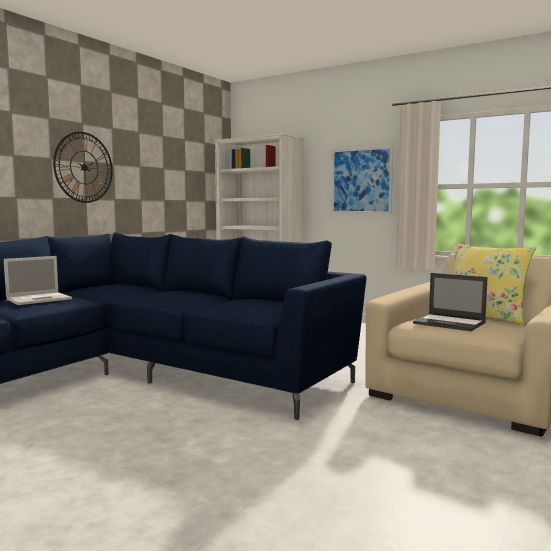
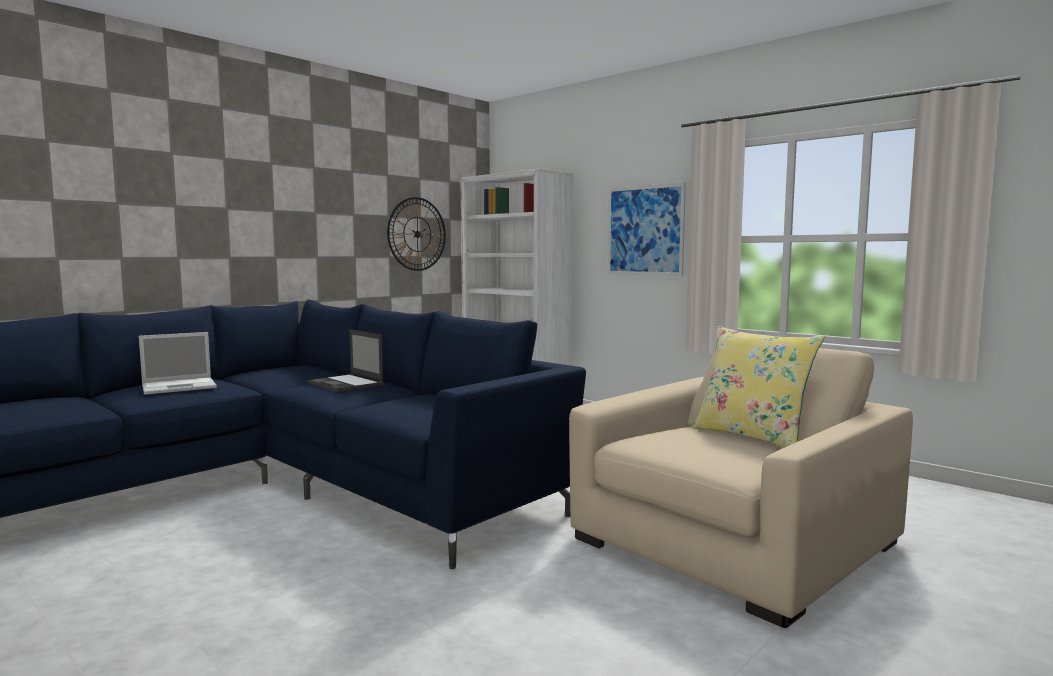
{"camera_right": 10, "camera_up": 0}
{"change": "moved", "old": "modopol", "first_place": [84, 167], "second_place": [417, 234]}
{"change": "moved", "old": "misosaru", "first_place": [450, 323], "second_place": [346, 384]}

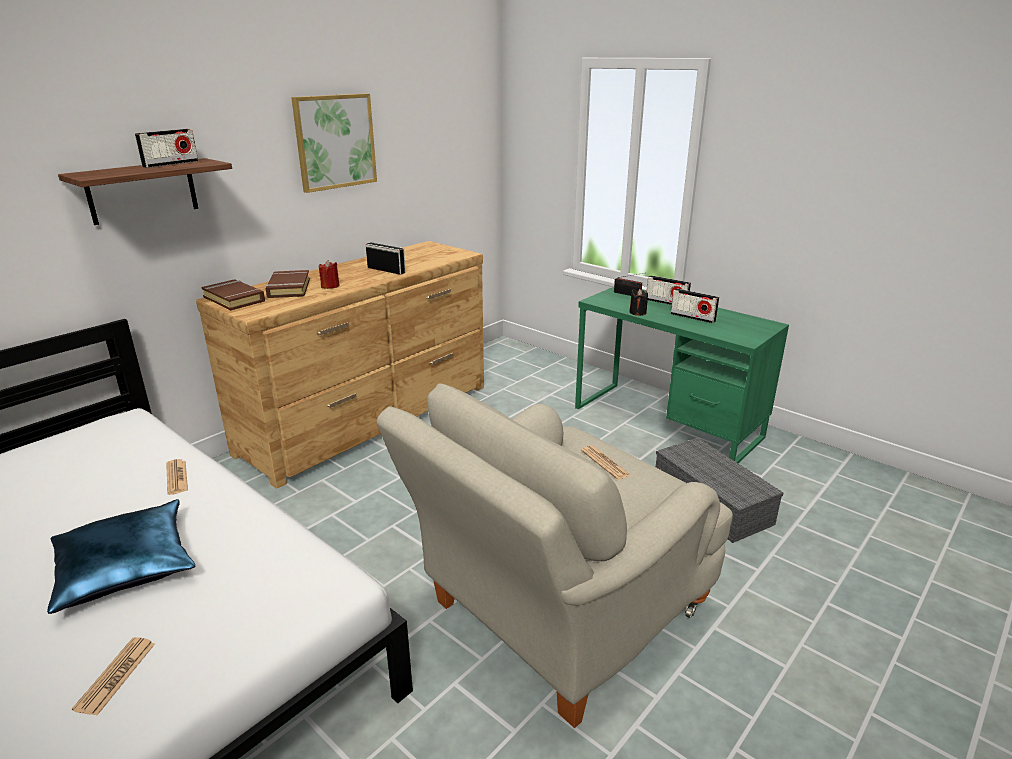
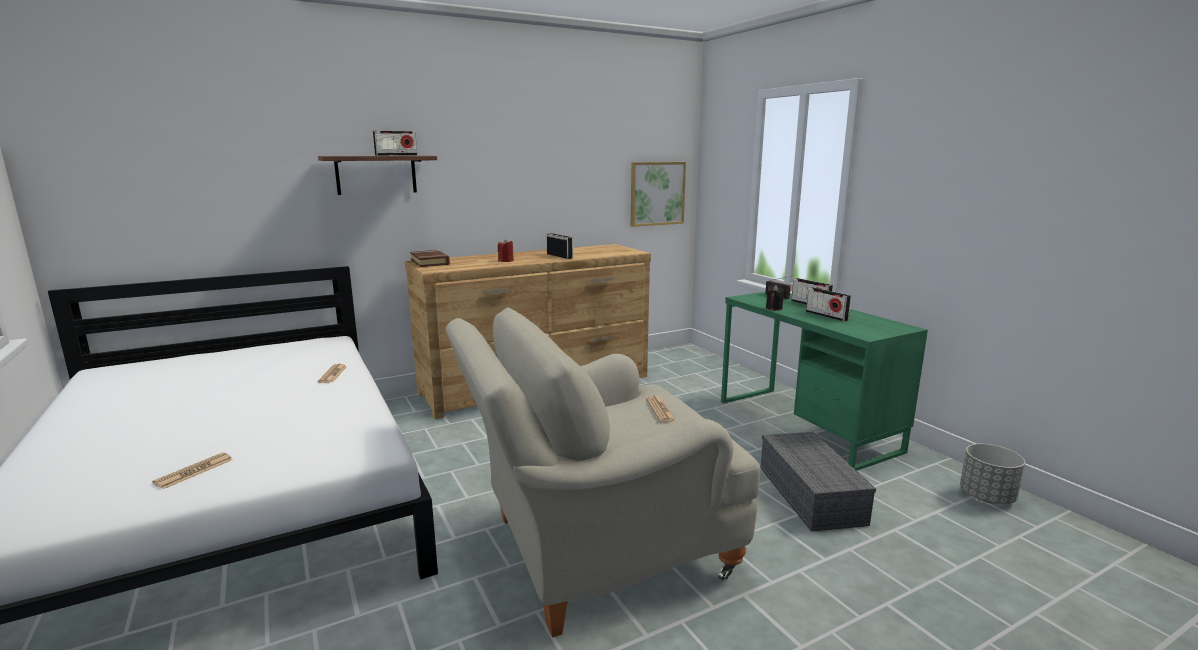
{"camera_right": 20, "camera_up": -10}
{"change": "removed", "old": "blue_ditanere", "first_place": [125, 566]}
{"change": "removed", "old": "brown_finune", "first_place": [288, 288]}
{"change": "added", "new": "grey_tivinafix", "second_place": [987, 497]}
{"change": "moved", "old": "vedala", "first_place": [335, 142], "second_place": [657, 193]}

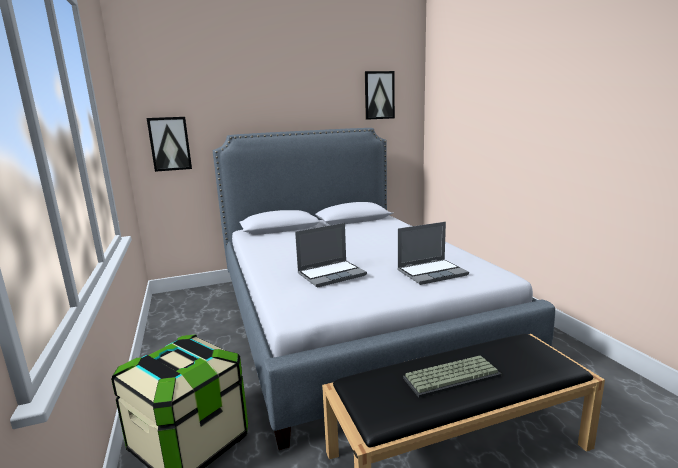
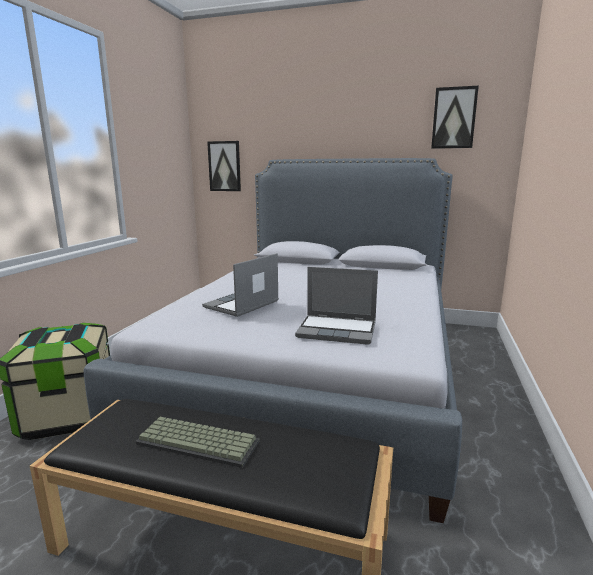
{"camera_right": 35, "camera_up": 0}
{"change": "turned", "old": "misosaru", "first_place": [332, 274], "second_place": [242, 305], "degrees": 120}

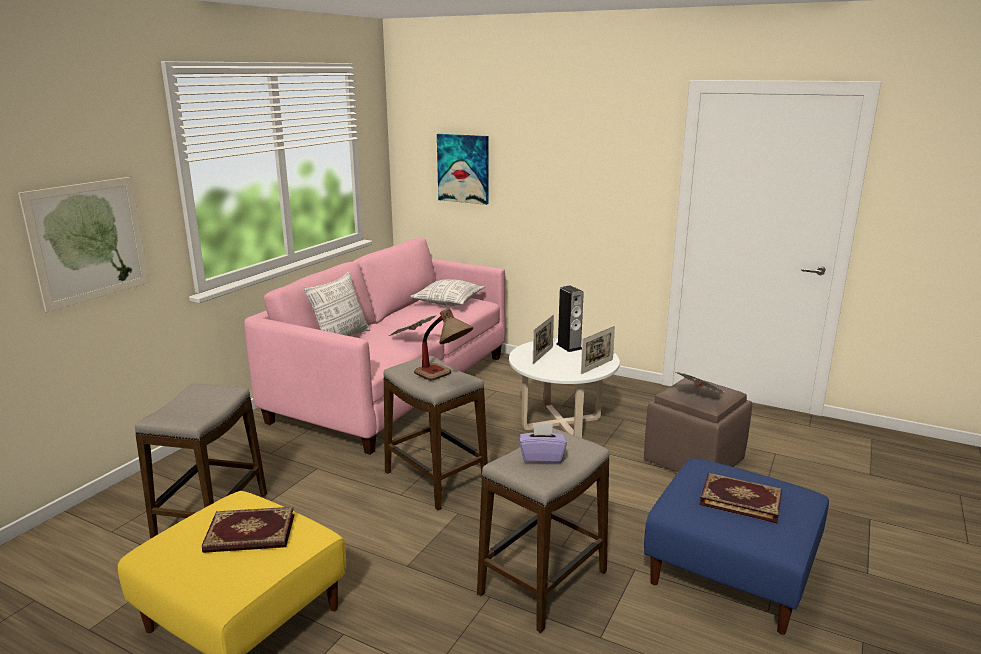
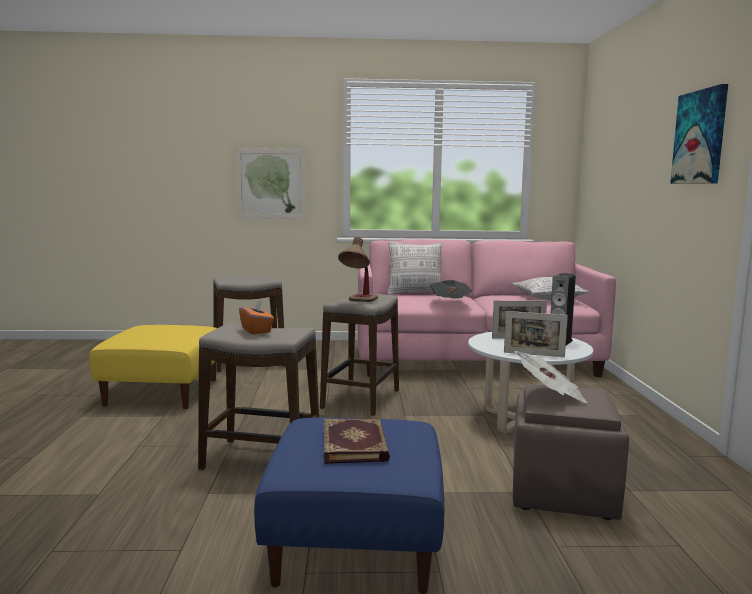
{"camera_right": 60, "camera_up": -10}
{"change": "removed", "old": "finune", "first_place": [250, 534]}
{"change": "moved", "old": "vedala", "first_place": [463, 168], "second_place": [700, 137]}
{"change": "recoloured", "old": "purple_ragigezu", "new": "orange_ragigezu", "first_place": [542, 457], "second_place": [256, 330]}

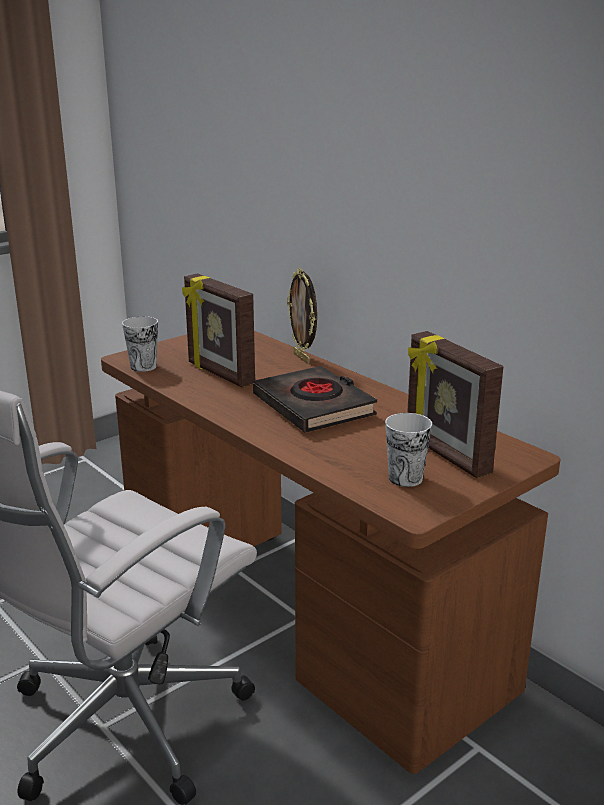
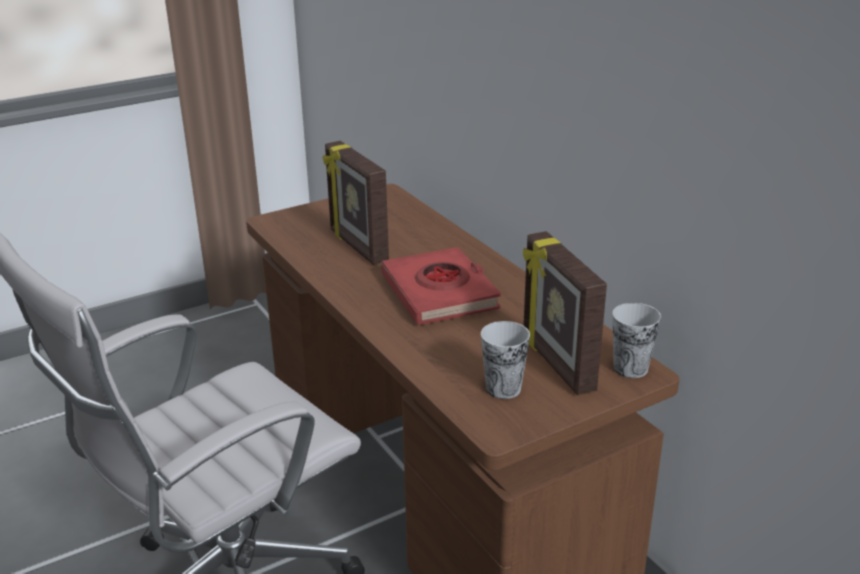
{"camera_right": 10, "camera_up": 5}
{"change": "removed", "old": "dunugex", "first_place": [302, 358]}
{"change": "moved", "old": "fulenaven", "first_place": [143, 366], "second_place": [630, 368]}
{"change": "recoloured", "old": "black_finune", "new": "red_finune", "first_place": [314, 406], "second_place": [440, 293]}

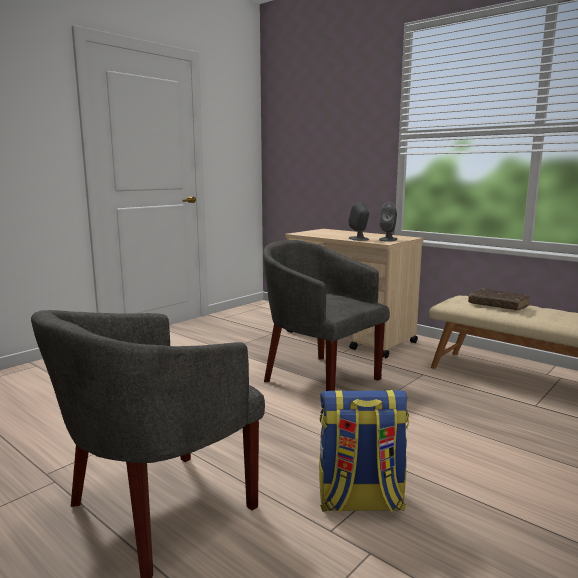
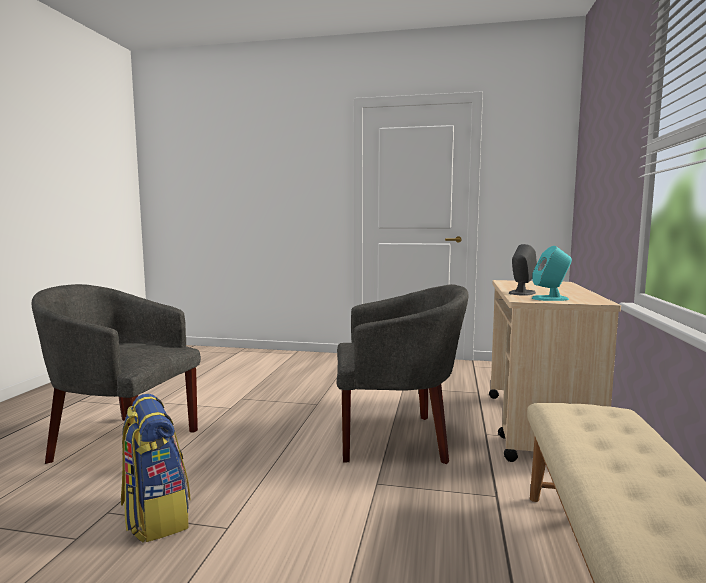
{"camera_right": 60, "camera_up": -5}
{"change": "removed", "old": "brown_finune", "first_place": [498, 305]}
{"change": "recoloured", "old": "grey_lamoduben", "new": "turquoise_lamoduben", "first_place": [388, 239], "second_place": [550, 298]}
{"change": "turned", "old": "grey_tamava", "first_place": [319, 377], "second_place": [396, 439], "degrees": 75}

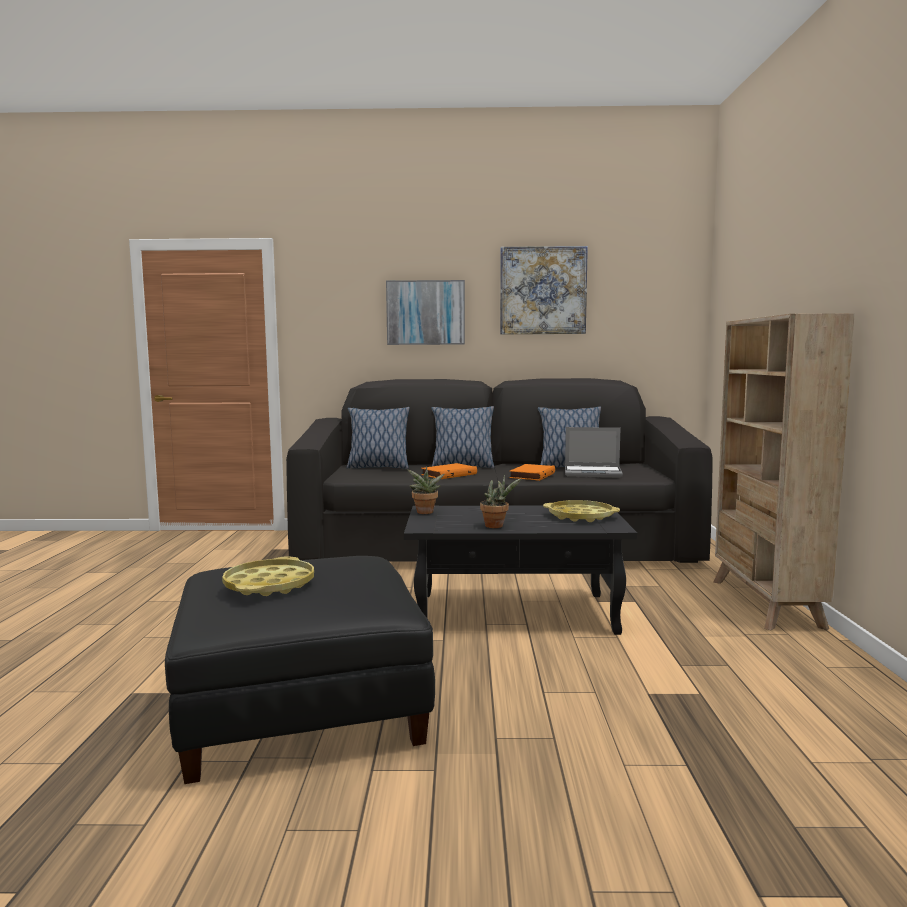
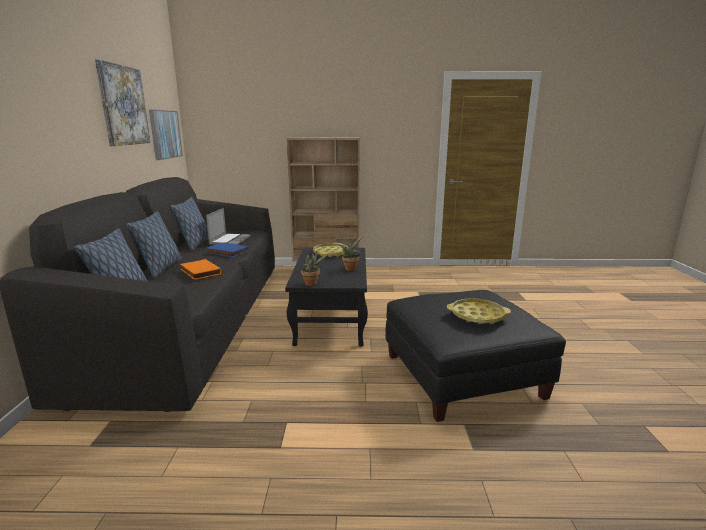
{"camera_right": -90, "camera_up": 10}
{"change": "moved", "old": "vedala", "first_place": [425, 312], "second_place": [165, 134]}
{"change": "recoloured", "old": "orange_finune", "new": "blue_finune", "first_place": [531, 475], "second_place": [226, 252]}

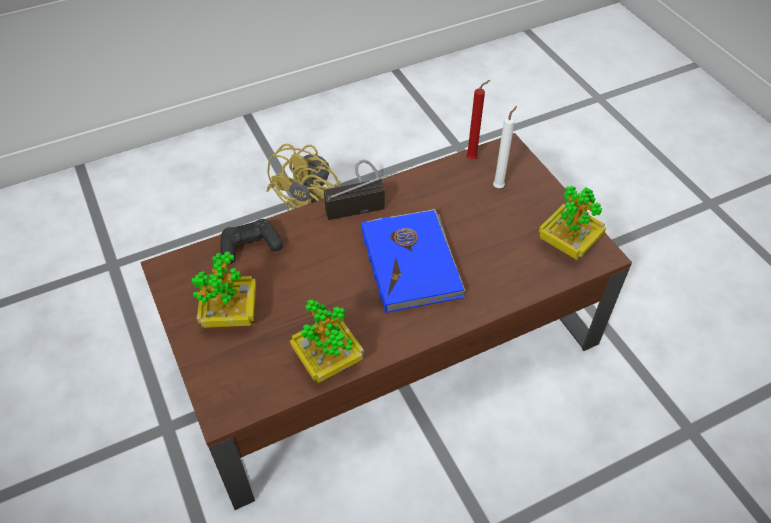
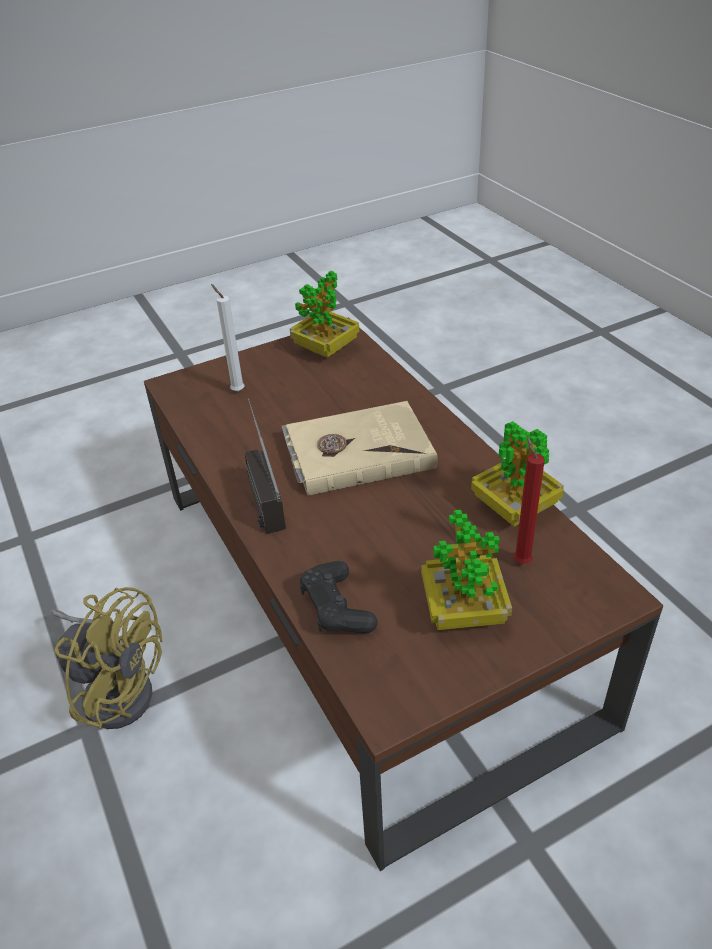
{"camera_right": -90, "camera_up": -10}
{"change": "moved", "old": "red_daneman", "first_place": [473, 158], "second_place": [520, 560]}
{"change": "recoloured", "old": "blue_finune", "new": "beige_finune", "first_place": [412, 262], "second_place": [357, 451]}

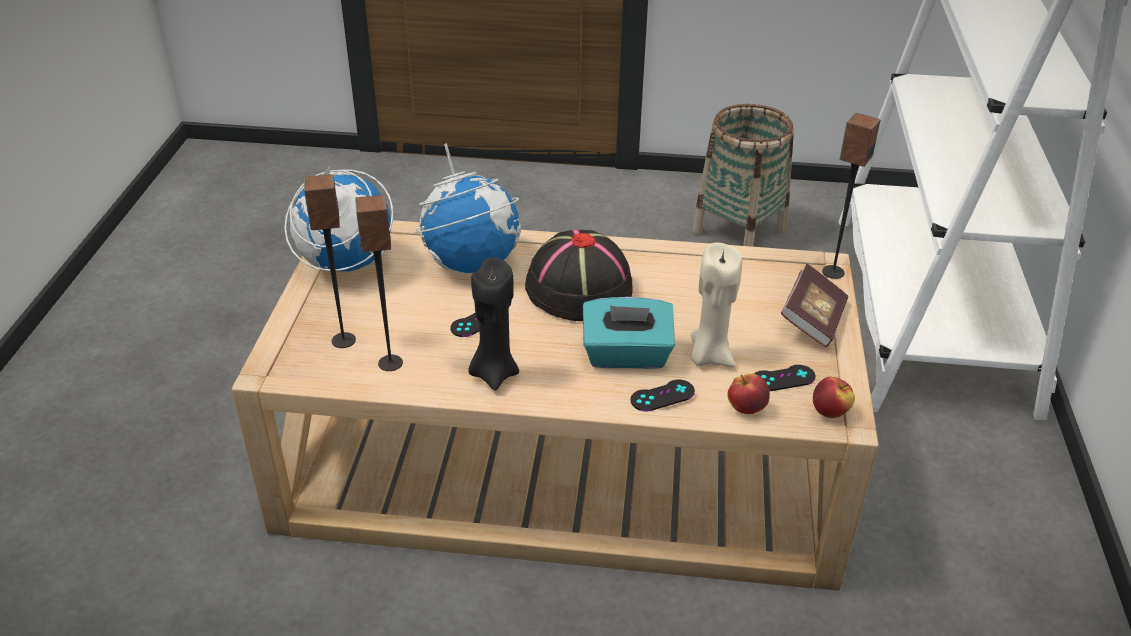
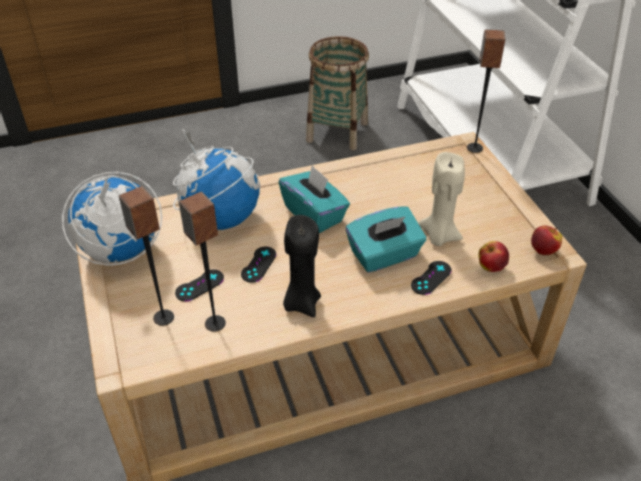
{"camera_right": -25, "camera_up": 5}
{"change": "removed", "old": "finune", "first_place": [812, 320]}
{"change": "moved", "old": "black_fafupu", "first_place": [783, 378], "second_place": [199, 285]}
{"change": "replaced", "old": "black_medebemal", "new": "turquoise_ragigezu", "first_place": [578, 289], "second_place": [314, 214]}

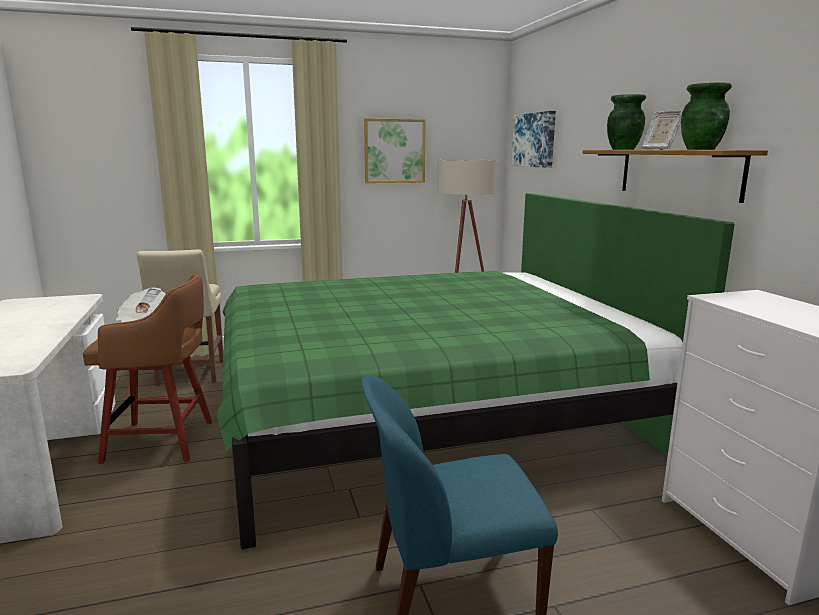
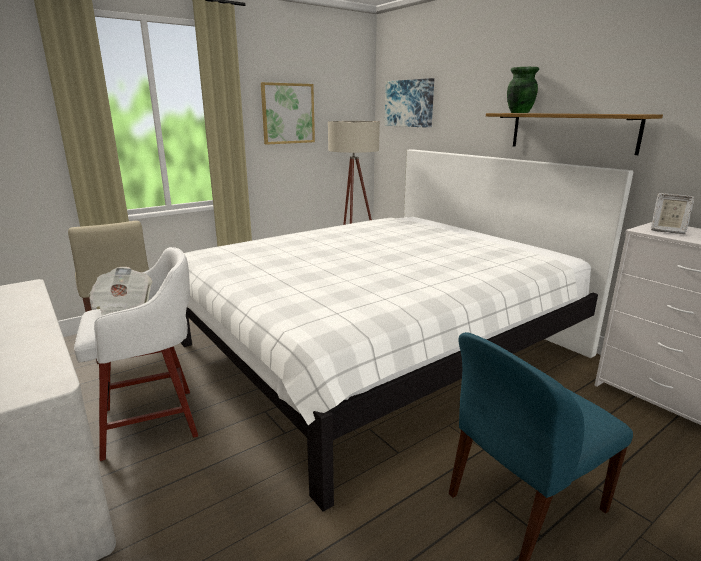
{"camera_right": -20, "camera_up": 5}
{"change": "removed", "old": "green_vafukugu", "first_place": [701, 149]}
{"change": "moved", "old": "dunugex", "first_place": [659, 149], "second_place": [667, 231]}
{"change": "recoloured", "old": "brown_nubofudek", "new": "white_nubofudek", "first_place": [163, 441], "second_place": [154, 421]}
{"change": "recoloured", "old": "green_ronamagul", "new": "white_ronamagul", "first_place": [427, 415], "second_place": [378, 348]}

